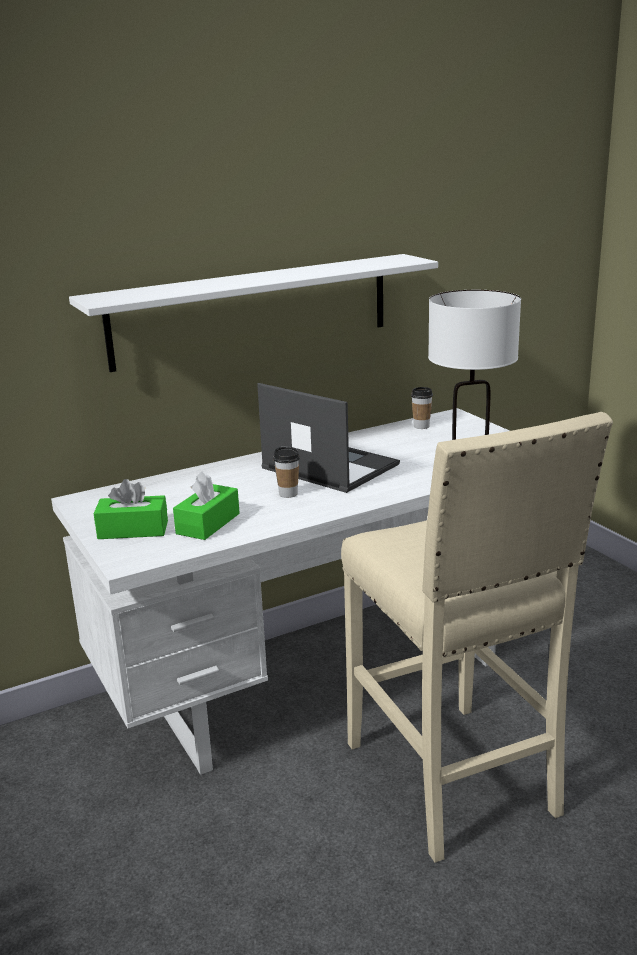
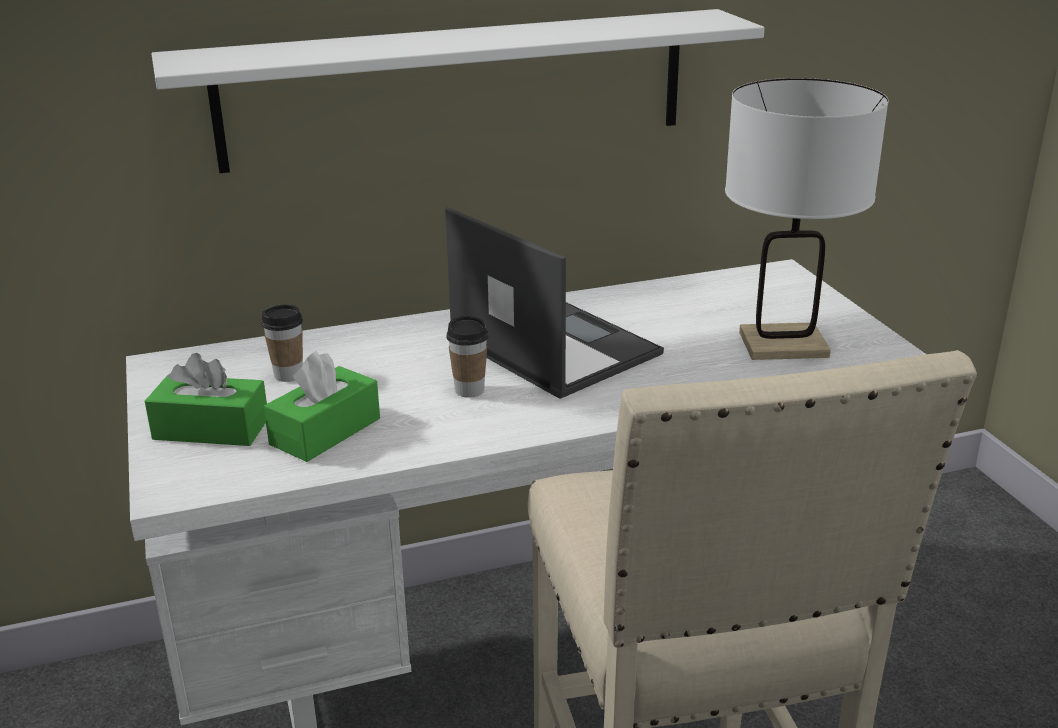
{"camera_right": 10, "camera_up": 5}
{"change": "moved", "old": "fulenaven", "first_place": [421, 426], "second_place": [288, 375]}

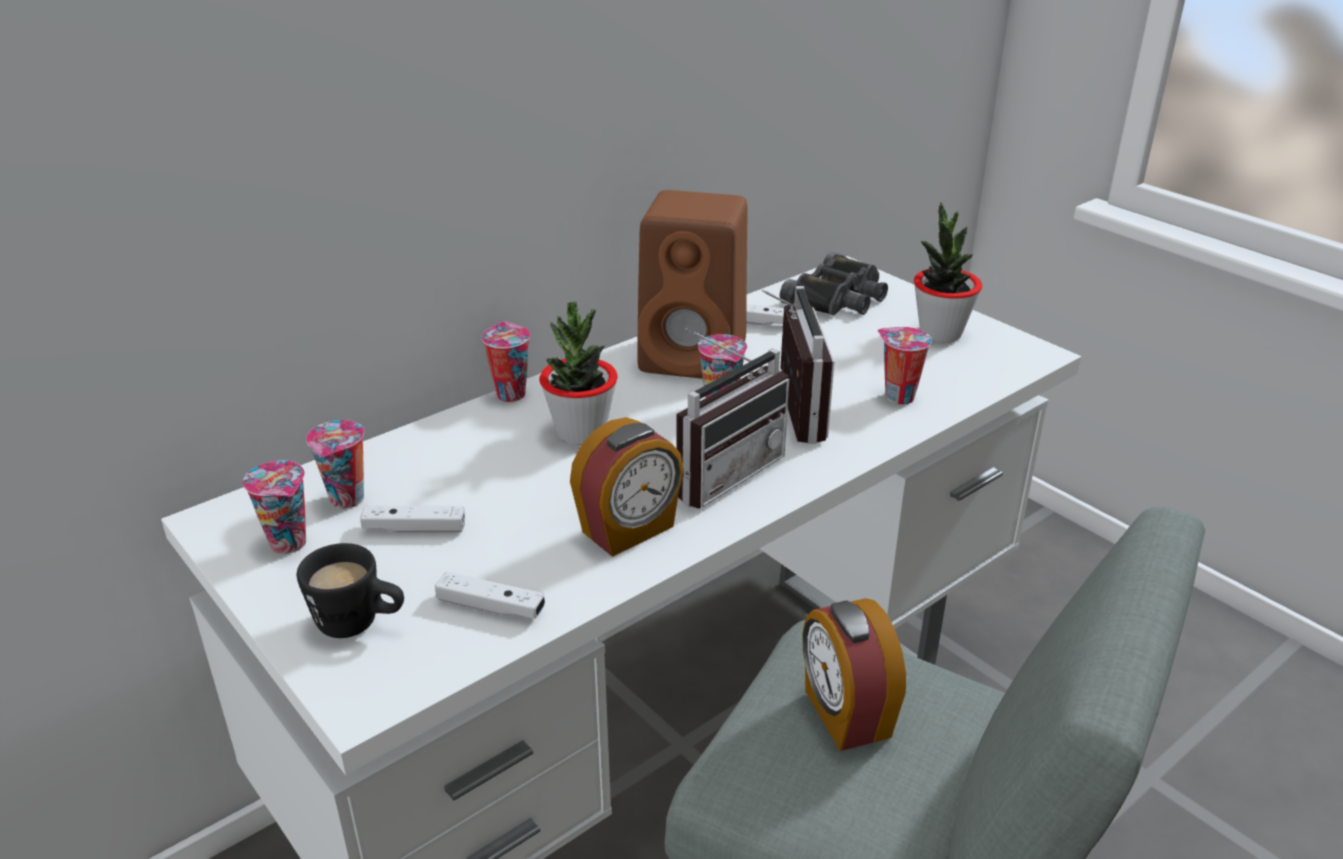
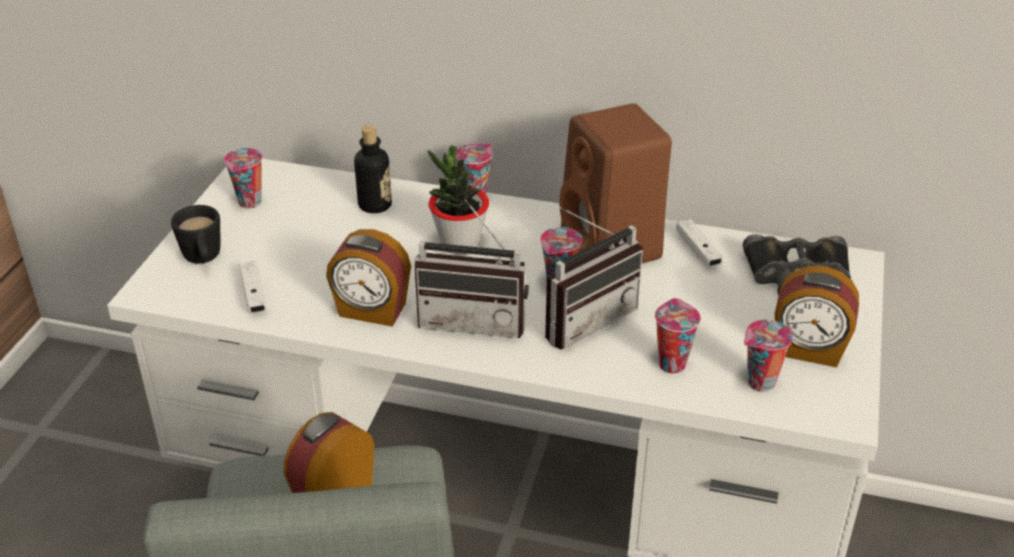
{"camera_right": 55, "camera_up": 5}
{"change": "removed", "old": "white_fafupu", "first_place": [414, 528]}
{"change": "added", "new": "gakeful", "second_place": [375, 205]}
{"change": "moved", "old": "fulenaven", "first_place": [347, 500], "second_place": [760, 384]}
{"change": "replaced", "old": "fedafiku", "new": "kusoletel", "first_place": [940, 333], "second_place": [808, 350]}

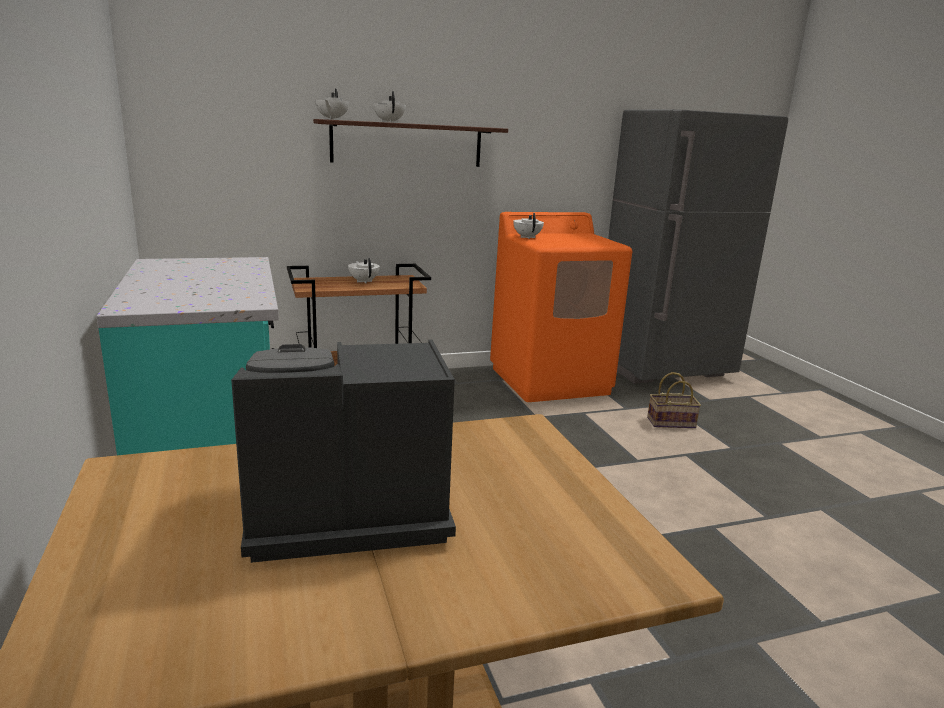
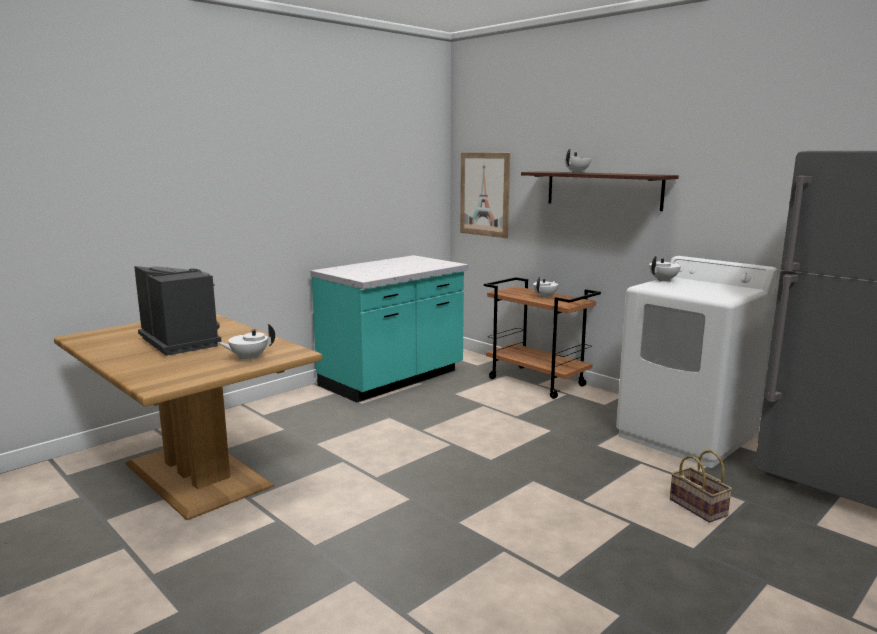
{"camera_right": 65, "camera_up": -5}
{"change": "added", "new": "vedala", "second_place": [484, 194]}
{"change": "moved", "old": "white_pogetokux", "first_place": [331, 119], "second_place": [248, 358]}
{"change": "recoloured", "old": "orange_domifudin", "new": "white_domifudin", "first_place": [550, 380], "second_place": [686, 436]}

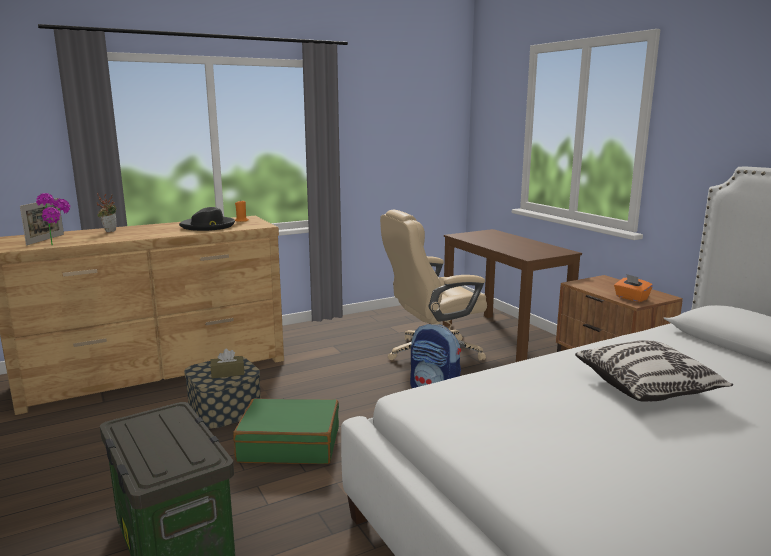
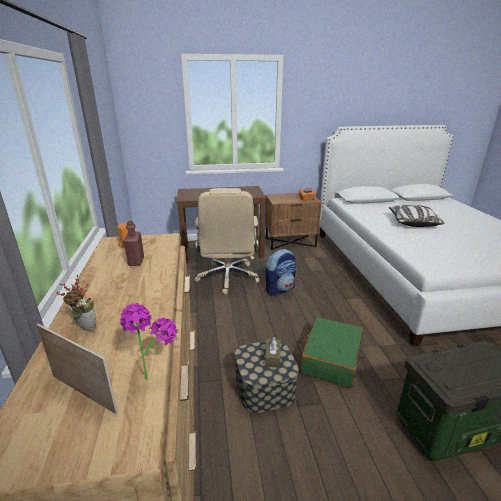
{"camera_right": -70, "camera_up": 10}
{"change": "replaced", "old": "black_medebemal", "new": "red_gakeful", "first_place": [208, 226], "second_place": [136, 261]}

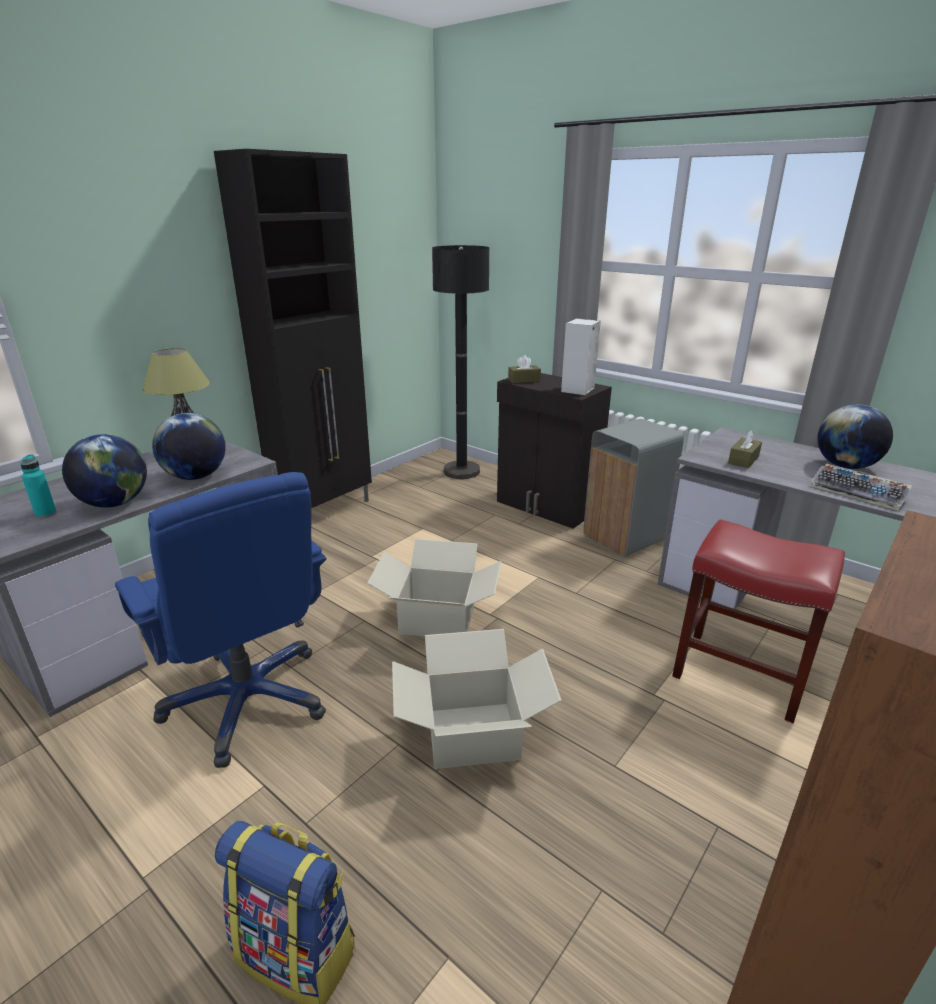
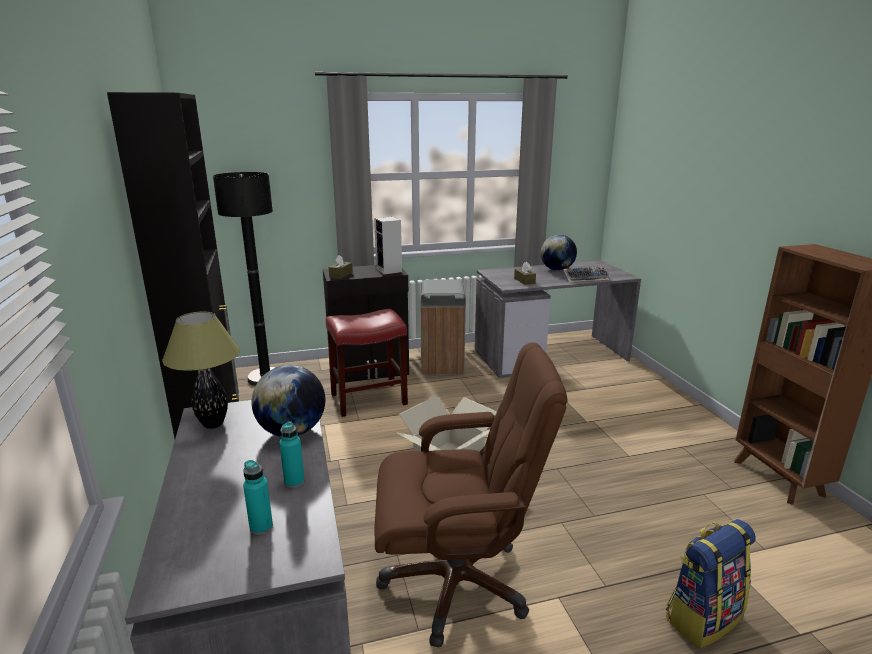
{"camera_right": -55, "camera_up": -5}
{"change": "removed", "old": "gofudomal", "first_place": [473, 735]}
{"change": "moved", "old": "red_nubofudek", "first_place": [738, 674], "second_place": [368, 399]}
{"change": "replaced", "old": "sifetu", "new": "turquoise_gakeful", "first_place": [114, 503], "second_place": [294, 482]}
{"change": "recoloured", "old": "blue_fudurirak", "new": "brown_fudurirak", "first_place": [248, 700], "second_place": [457, 582]}

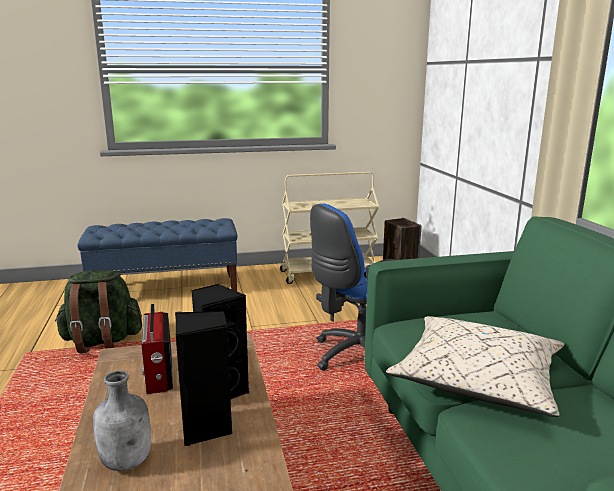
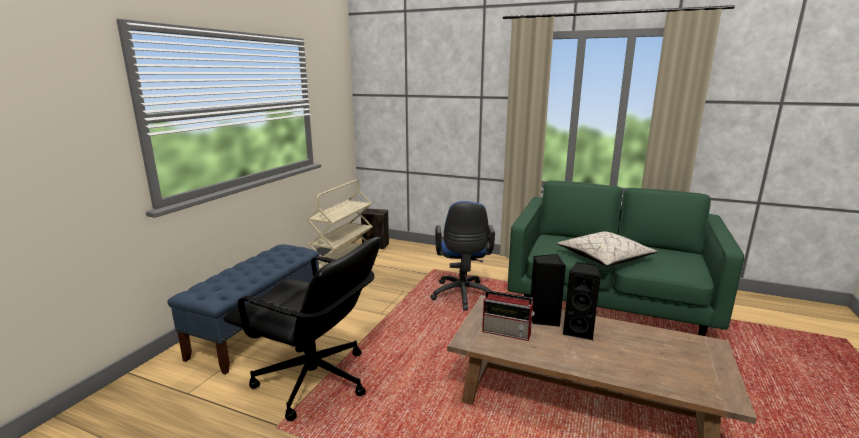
{"camera_right": -55, "camera_up": 0}
{"change": "removed", "old": "grey_gakeful", "first_place": [127, 461]}
{"change": "replaced", "old": "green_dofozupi", "new": "black_fudurirak", "first_place": [101, 342], "second_place": [314, 381]}

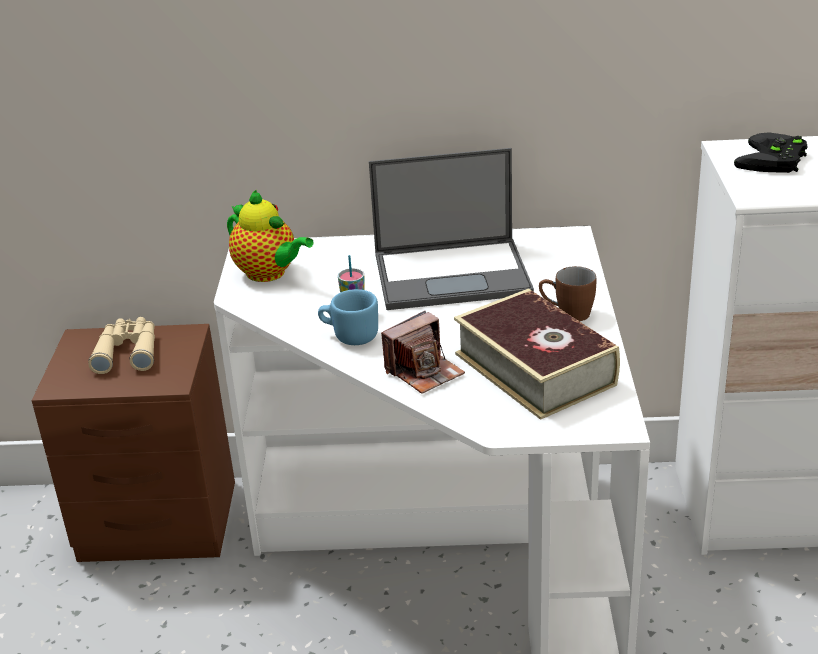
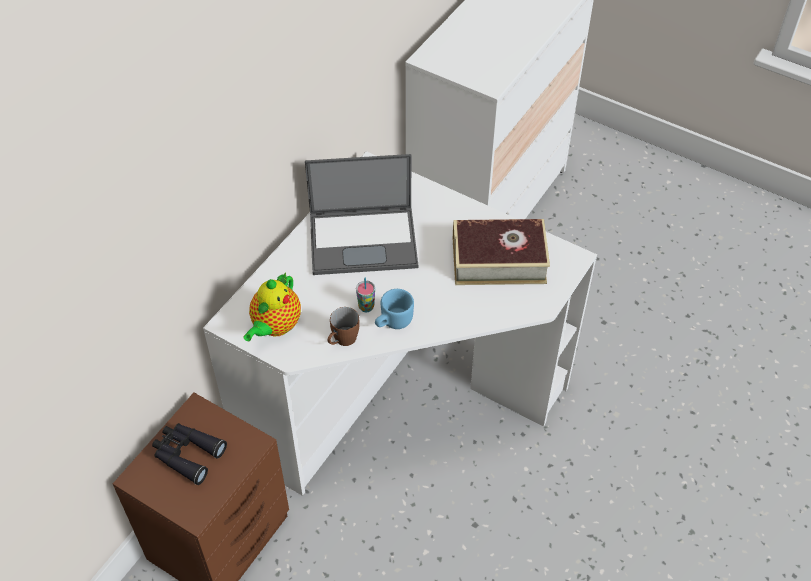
{"camera_right": -60, "camera_up": 20}
{"change": "removed", "old": "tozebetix", "first_place": [424, 372]}
{"change": "removed", "old": "black_fafupu", "first_place": [773, 160]}
{"change": "moved", "old": "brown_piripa", "first_place": [566, 314], "second_place": [342, 341]}
{"change": "recoloured", "old": "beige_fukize", "new": "black_fukize", "first_place": [128, 352], "second_place": [187, 454]}
{"change": "turned", "old": "pogetokux", "first_place": [269, 274], "second_place": [275, 327], "degrees": 135}
{"change": "turned", "old": "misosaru", "first_place": [453, 274], "second_place": [364, 239], "degrees": 60}

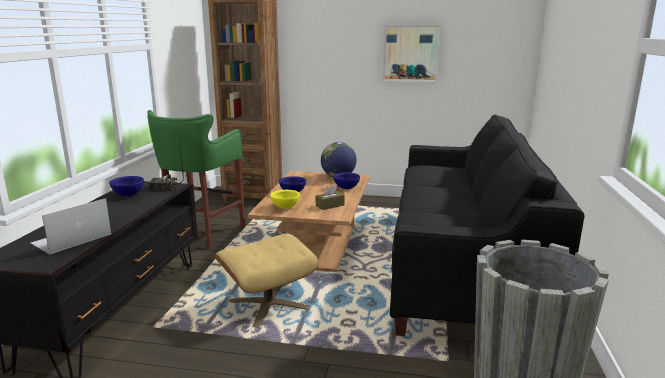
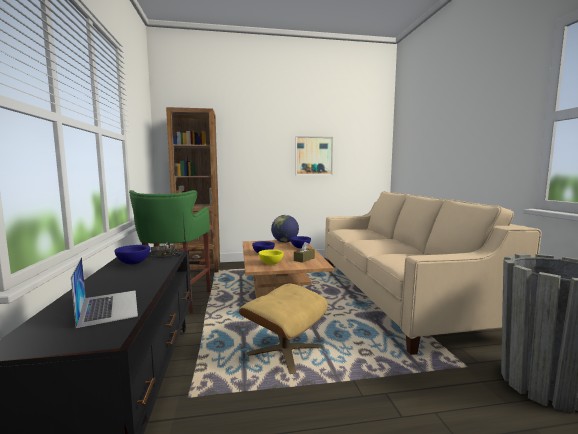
{"camera_right": -20, "camera_up": -10}
{"change": "recoloured", "old": "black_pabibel", "new": "beige_pabibel", "first_place": [461, 266], "second_place": [396, 296]}
{"change": "turned", "old": "misosaru", "first_place": [71, 238], "second_place": [109, 307], "degrees": 135}

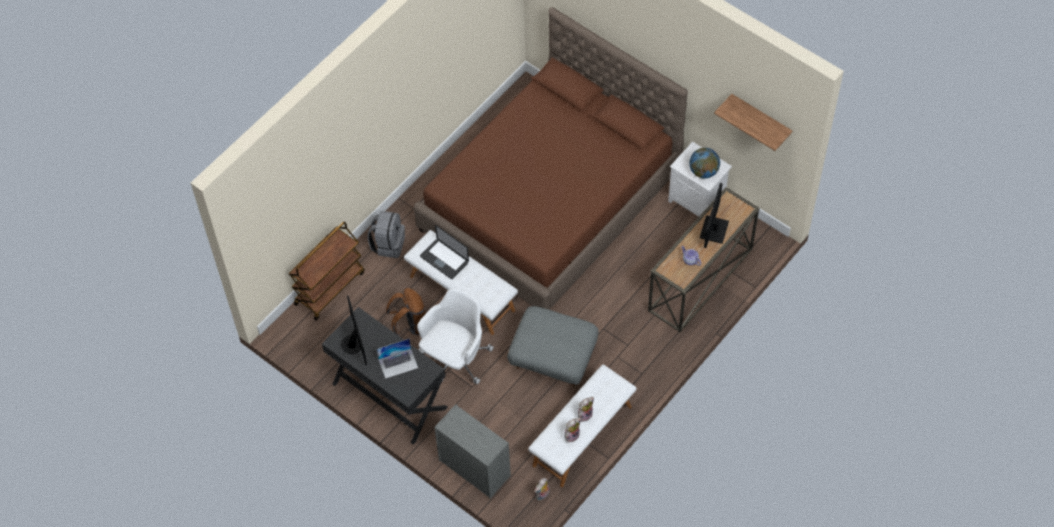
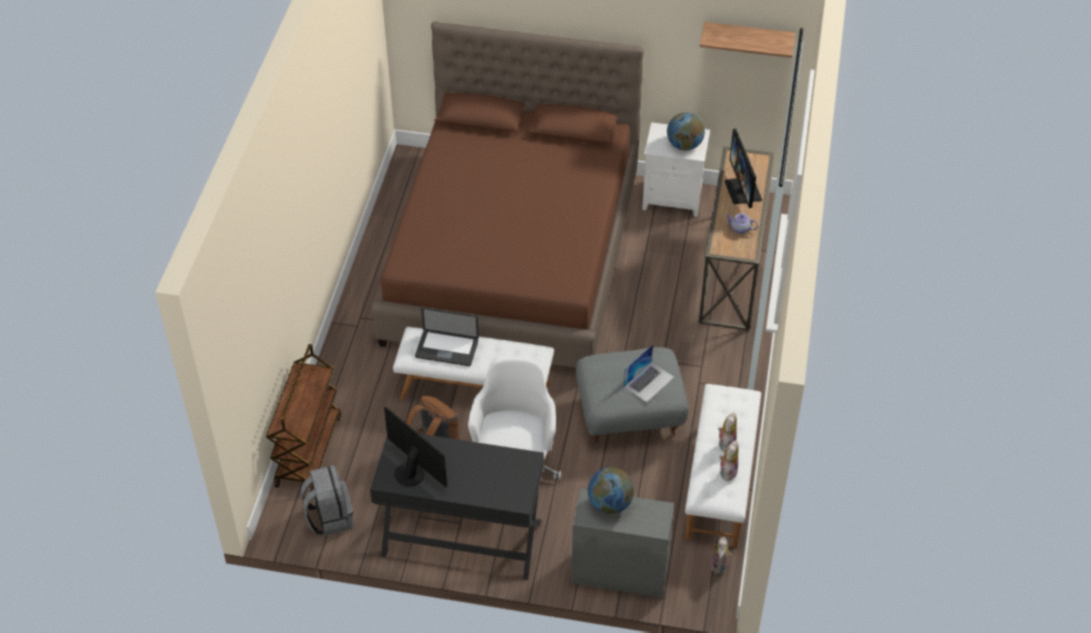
{"camera_right": -30, "camera_up": -10}
{"change": "added", "new": "sifetu", "second_place": [610, 504]}
{"change": "moved", "old": "grey_dofozupi", "first_place": [388, 244], "second_place": [329, 517]}
{"change": "moved", "old": "misosaru", "first_place": [398, 363], "second_place": [648, 381]}

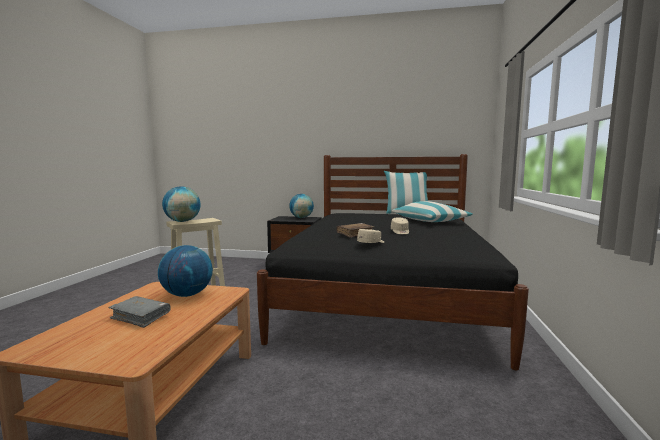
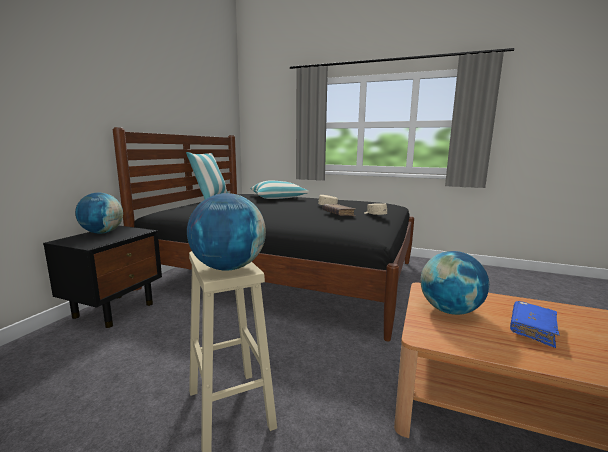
{"camera_right": -80, "camera_up": 5}
{"change": "recoloured", "old": "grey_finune", "new": "blue_finune", "first_place": [140, 317], "second_place": [532, 329]}

